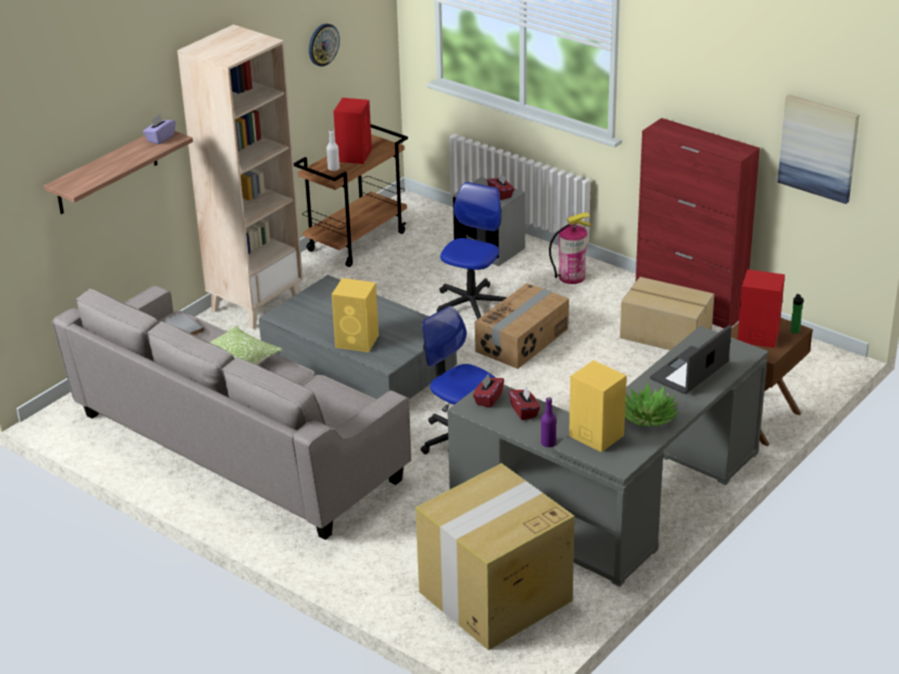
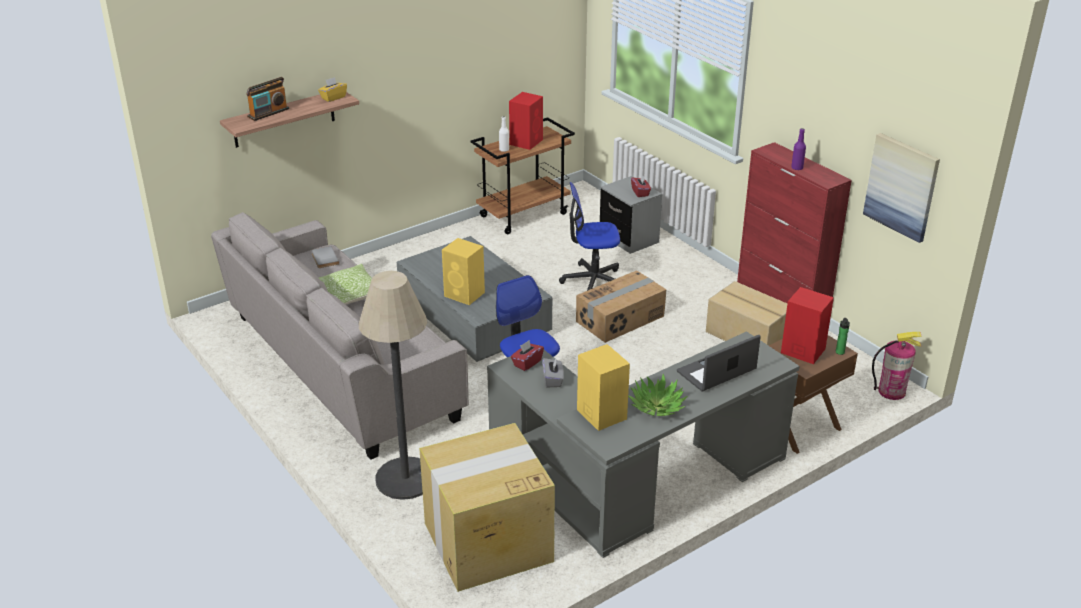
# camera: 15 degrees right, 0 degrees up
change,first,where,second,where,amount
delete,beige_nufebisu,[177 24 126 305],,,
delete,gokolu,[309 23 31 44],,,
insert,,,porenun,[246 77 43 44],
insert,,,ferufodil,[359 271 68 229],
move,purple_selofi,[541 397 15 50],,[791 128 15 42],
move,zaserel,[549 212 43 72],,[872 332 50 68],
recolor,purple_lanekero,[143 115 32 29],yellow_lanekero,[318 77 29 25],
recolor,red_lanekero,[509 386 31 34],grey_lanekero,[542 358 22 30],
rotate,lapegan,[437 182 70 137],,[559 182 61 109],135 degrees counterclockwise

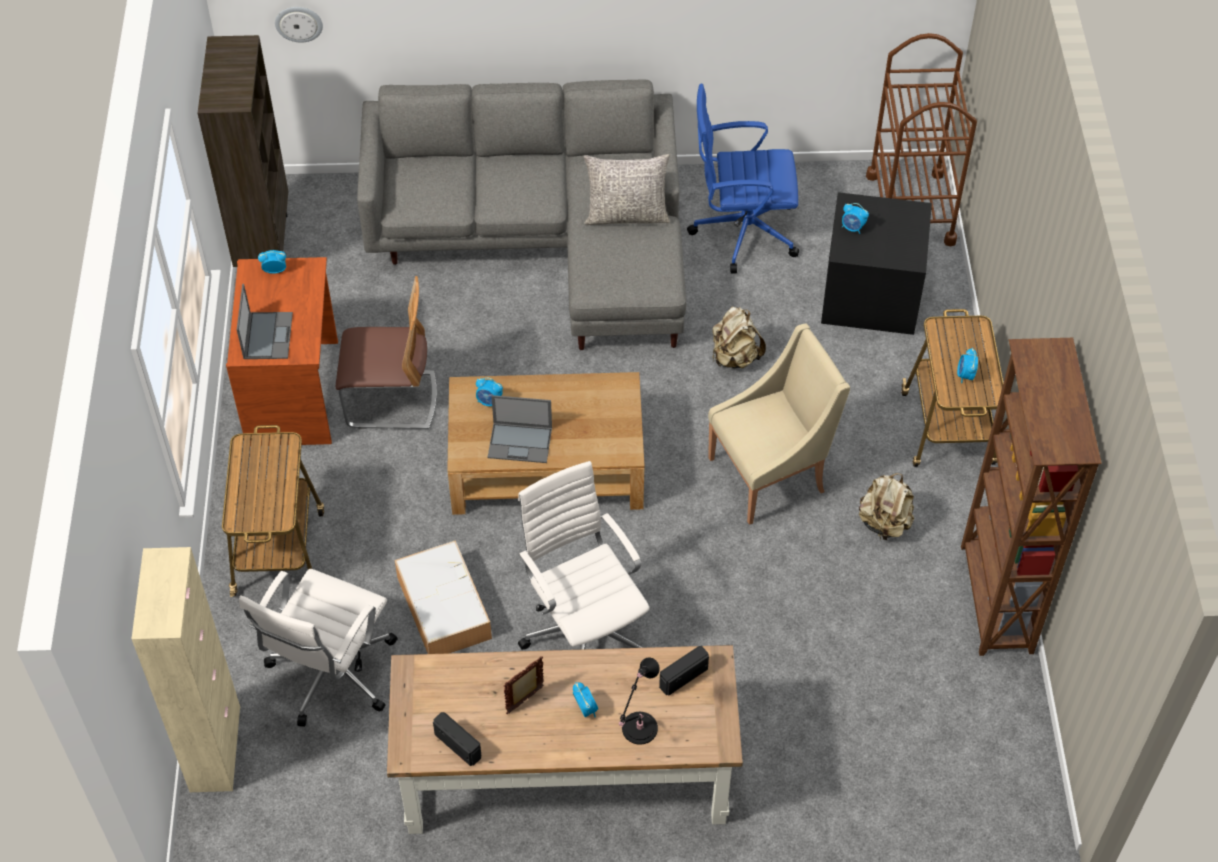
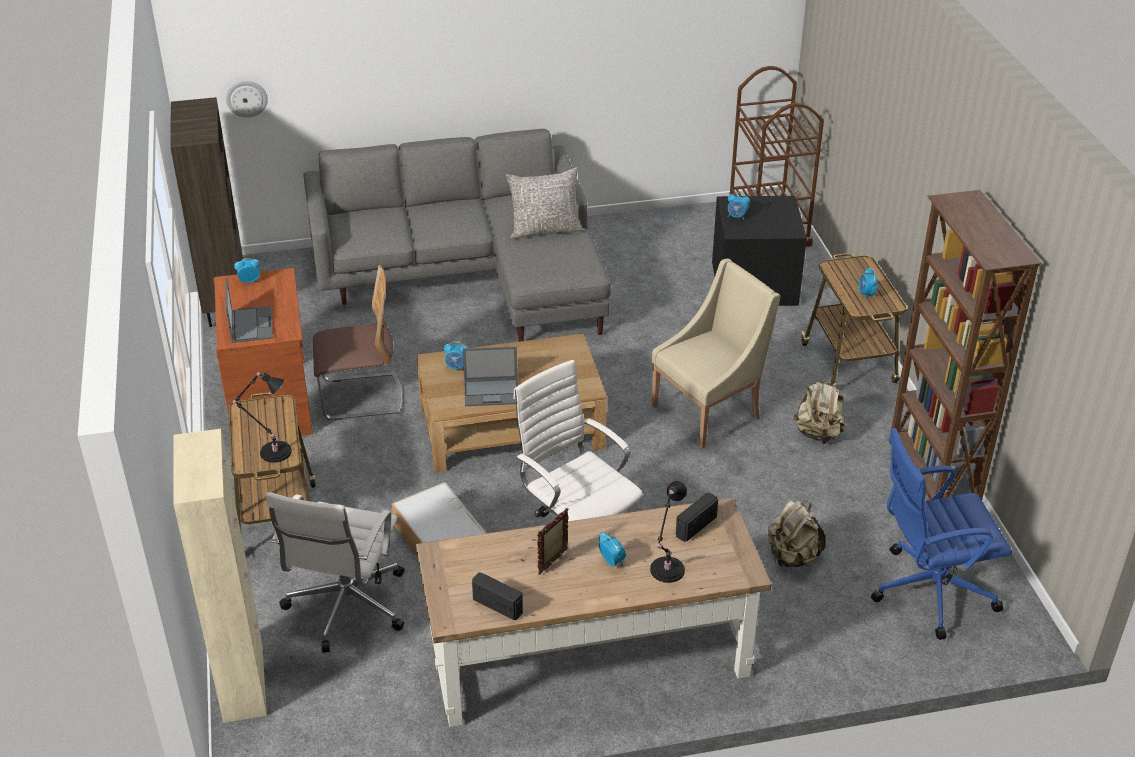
# camera: 10 degrees left, 15 degrees down
change,first,where,second,where,amount
insert,,,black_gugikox,[233 372 59 91],
move,blue_lapegan,[687 84 112 190],,[871 428 141 212],
move,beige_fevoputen,[712 307 54 62],,[768 500 58 67],

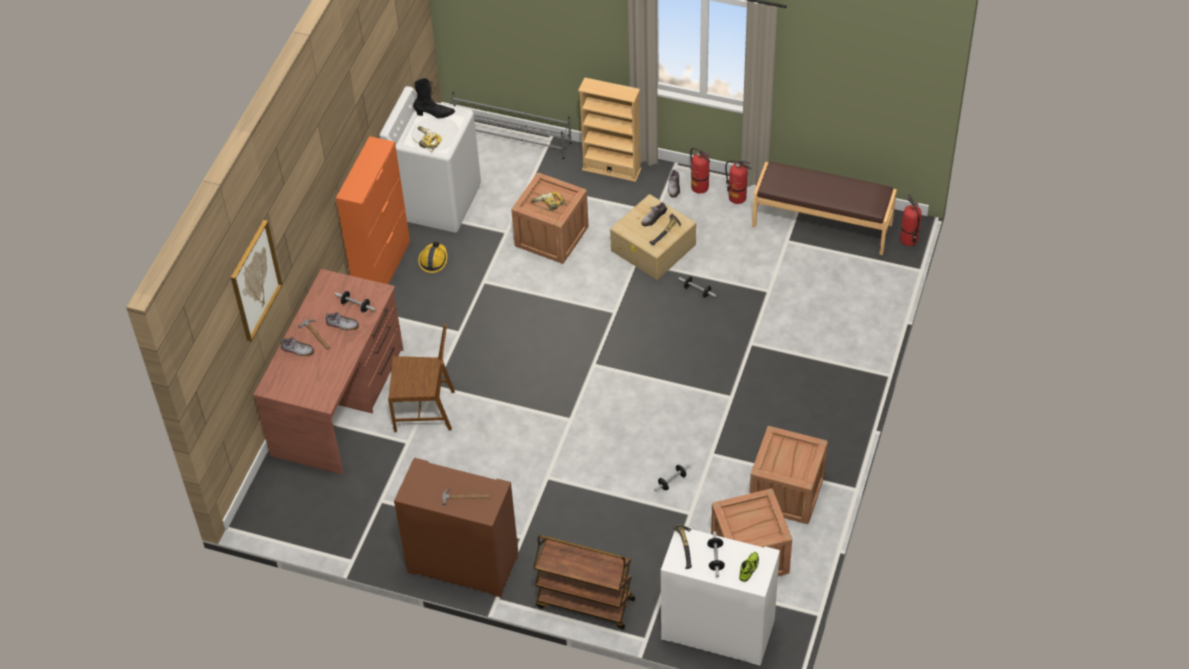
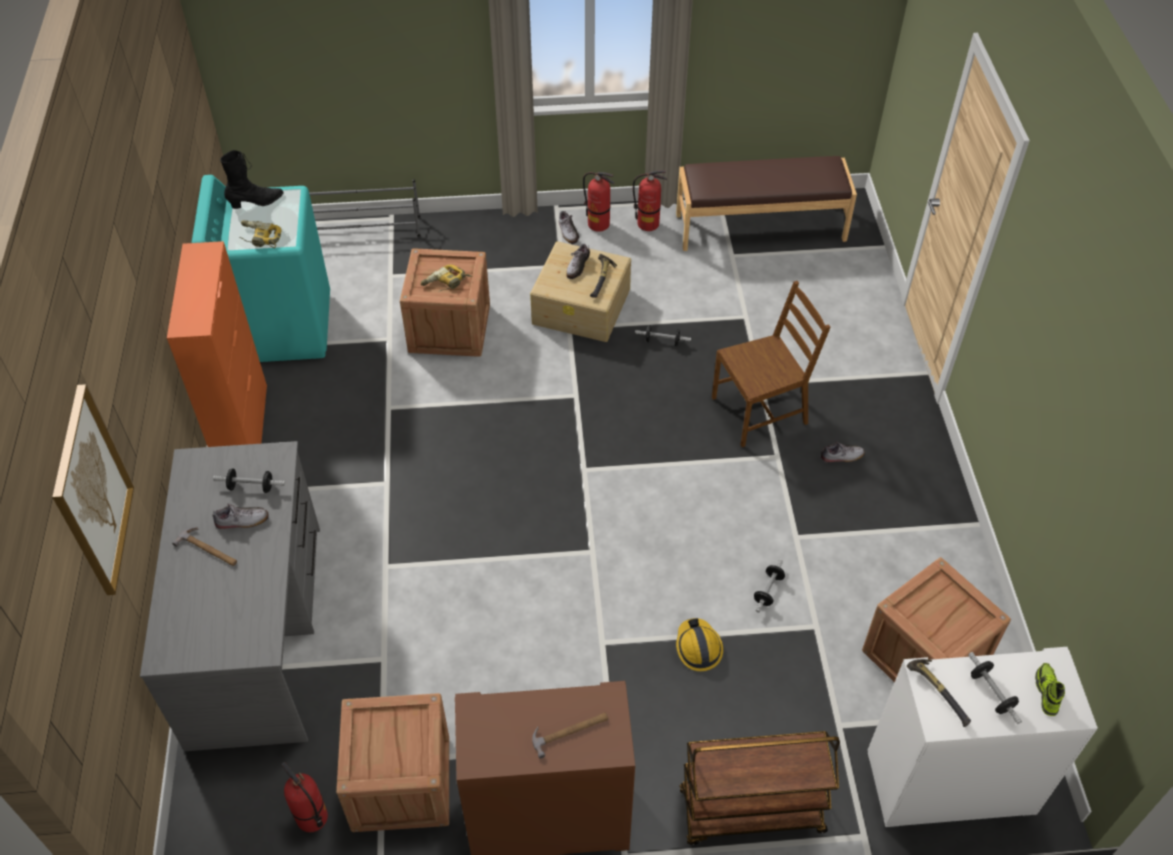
# camera: 25 degrees left, 0 degrees up
change,first,where,second,where,amount
delete,beige_nufebisu,[578 77 63 105],,,
move,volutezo,[281 337 33 19],,[820 441 45 21],
move,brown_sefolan,[388 324 67 108],,[712 281 119 166],
move,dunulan,[418 242 30 31],,[676 618 47 53],
move,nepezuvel,[750 426 78 98],,[336 693 113 139],
move,zaserel,[900 194 22 52],,[282 762 46 70],
recolor,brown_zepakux,[253 269 151 206],grey_zepakux,[140 441 180 310],
recolor,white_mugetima,[379 86 102 147],turquoise_mugetima,[192 175 138 187],

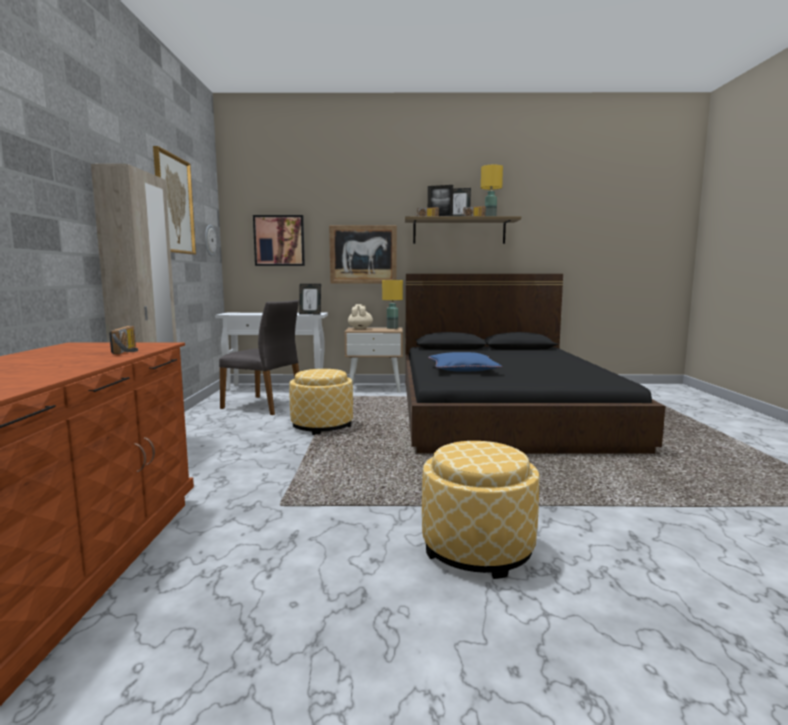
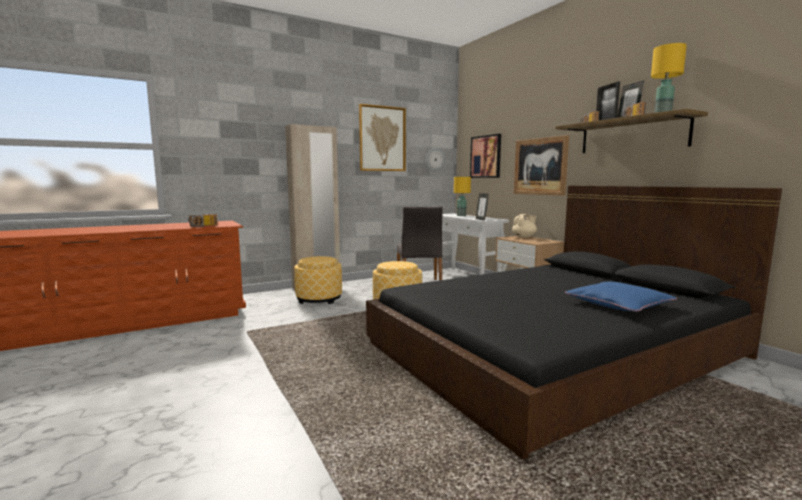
# camera: 60 degrees right, 0 degrees up
change,first,where,second,where,amount
move,yellow_gugikox,[382 280 21 49],,[454 177 17 39],
move,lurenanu,[422 441 117 138],,[294 256 48 48],
move,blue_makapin,[428 352 74 20],,[565 281 112 31],

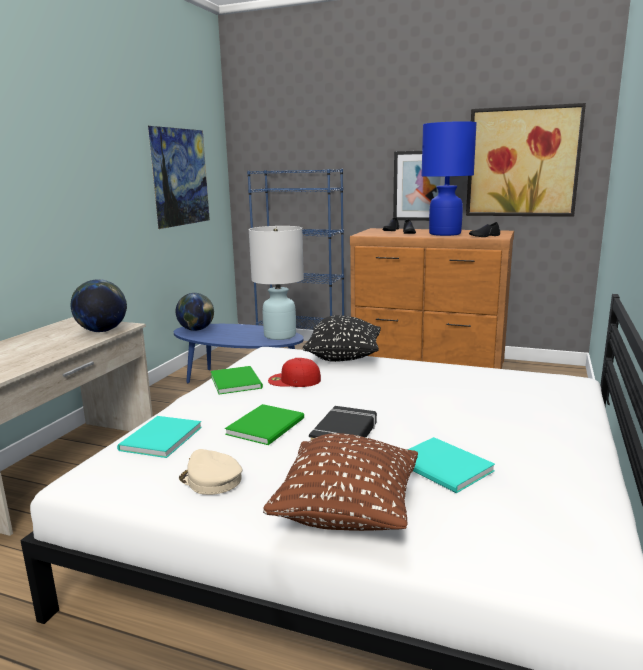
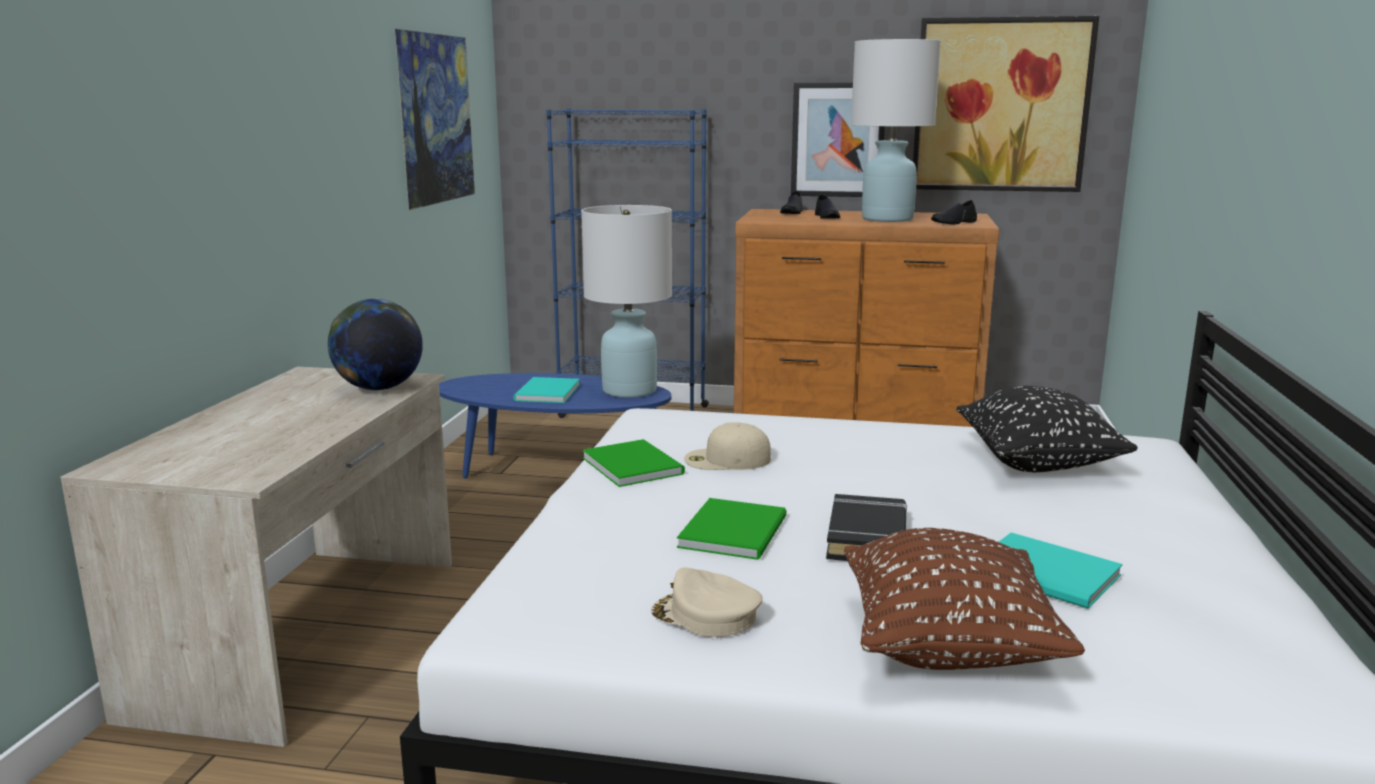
# camera: 10 degrees left, 0 degrees up
change,first,where,second,where,amount
delete,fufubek,[175 293 39 38],,,
move,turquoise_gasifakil,[117 416 85 42],,[513 377 67 26],
move,black_makapin,[303 315 78 47],,[956 386 182 86],
recolor,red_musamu,[268 358 53 29],beige_musamu,[684 422 87 48],
recolor,blue_gugikox,[421 121 56 115],white_gugikox,[851 39 90 183],

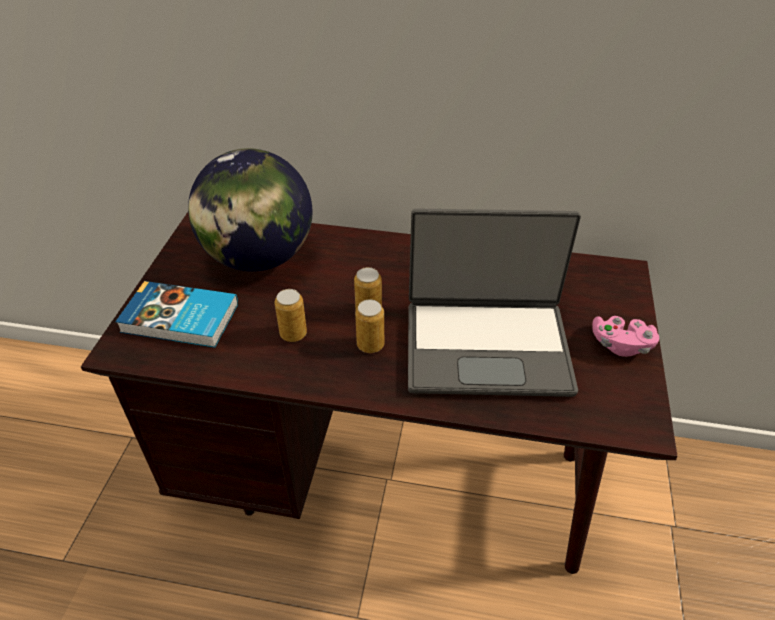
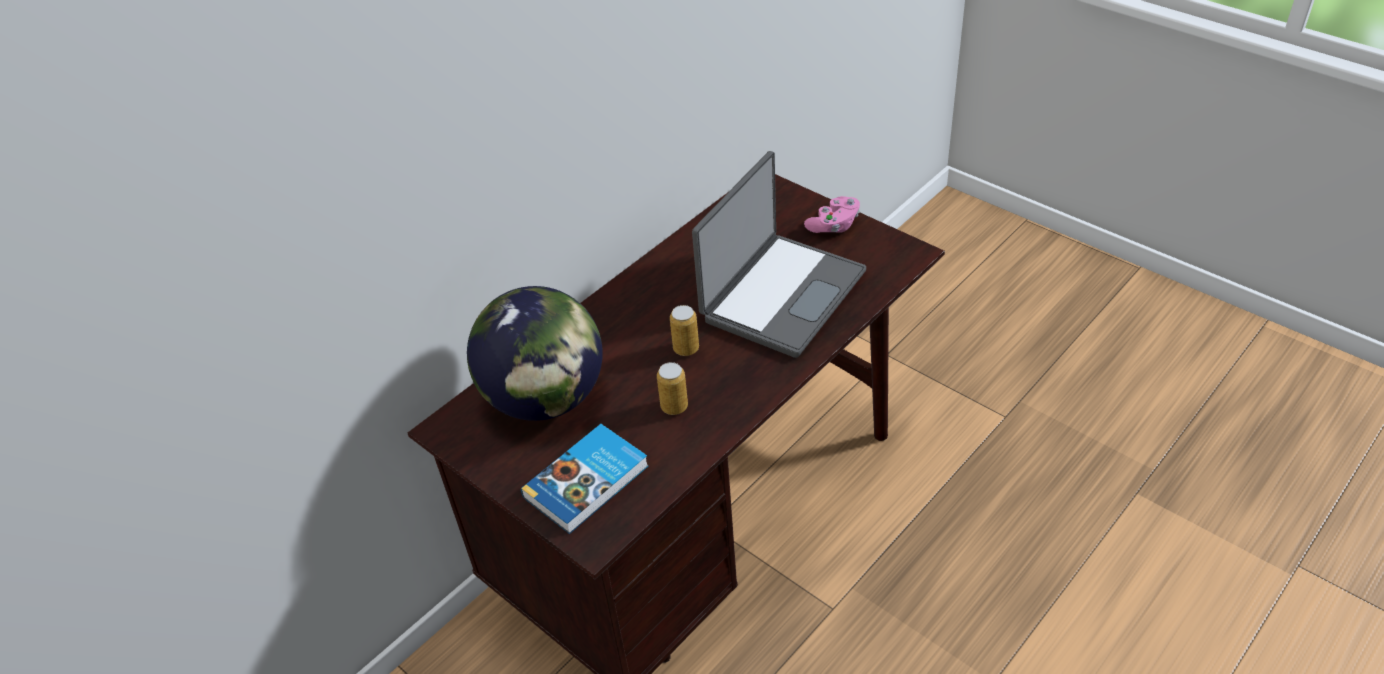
# camera: 55 degrees left, 0 degrees up
change,first,where,second,where,amount
delete,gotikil,[355 299 29 54],,,

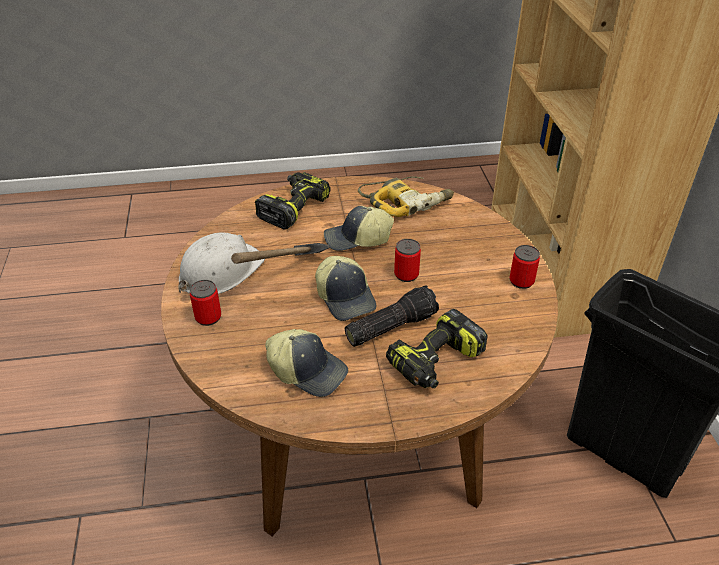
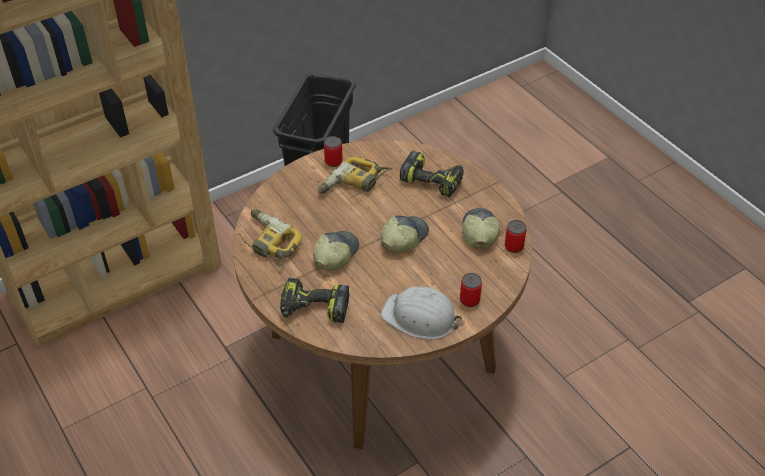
# camera: 115 degrees left, 5 degrees up
change,first,where,second,where,amount
delete,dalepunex,[231 243 99 21],,,
delete,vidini,[345 285 94 62],,,
insert,,,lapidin,[318 157 74 42],
move,gotikil,[394 239 27 43],,[505 220 21 33],
rotate,musamu,[324 206 70 45],,[313 231 46 40],120 degrees counterclockwise

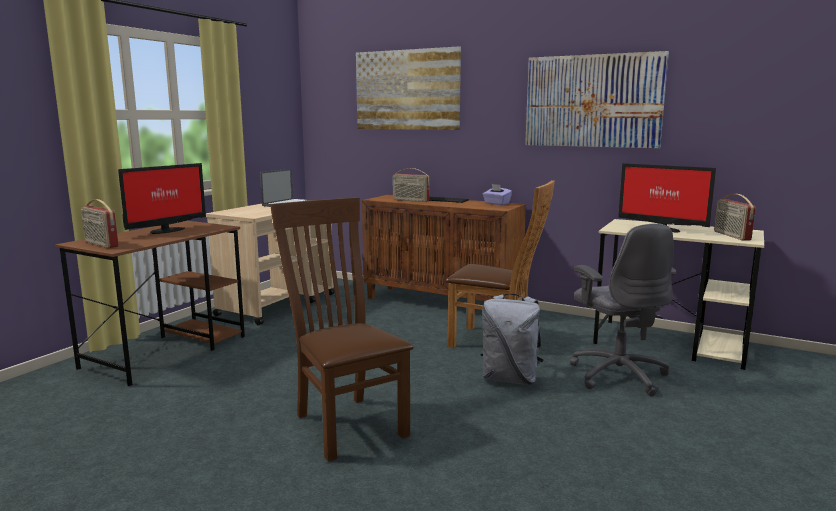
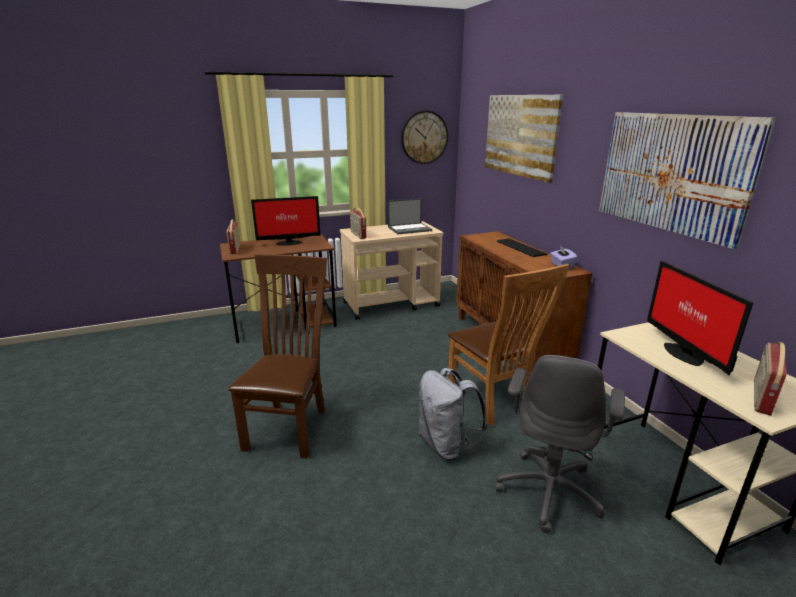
# camera: 40 degrees right, 10 degrees up
change,first,where,second,where,amount
insert,,,gokolu,[401 110 47 54],
move,porenun,[393 168 36 34],,[350 207 16 32],

